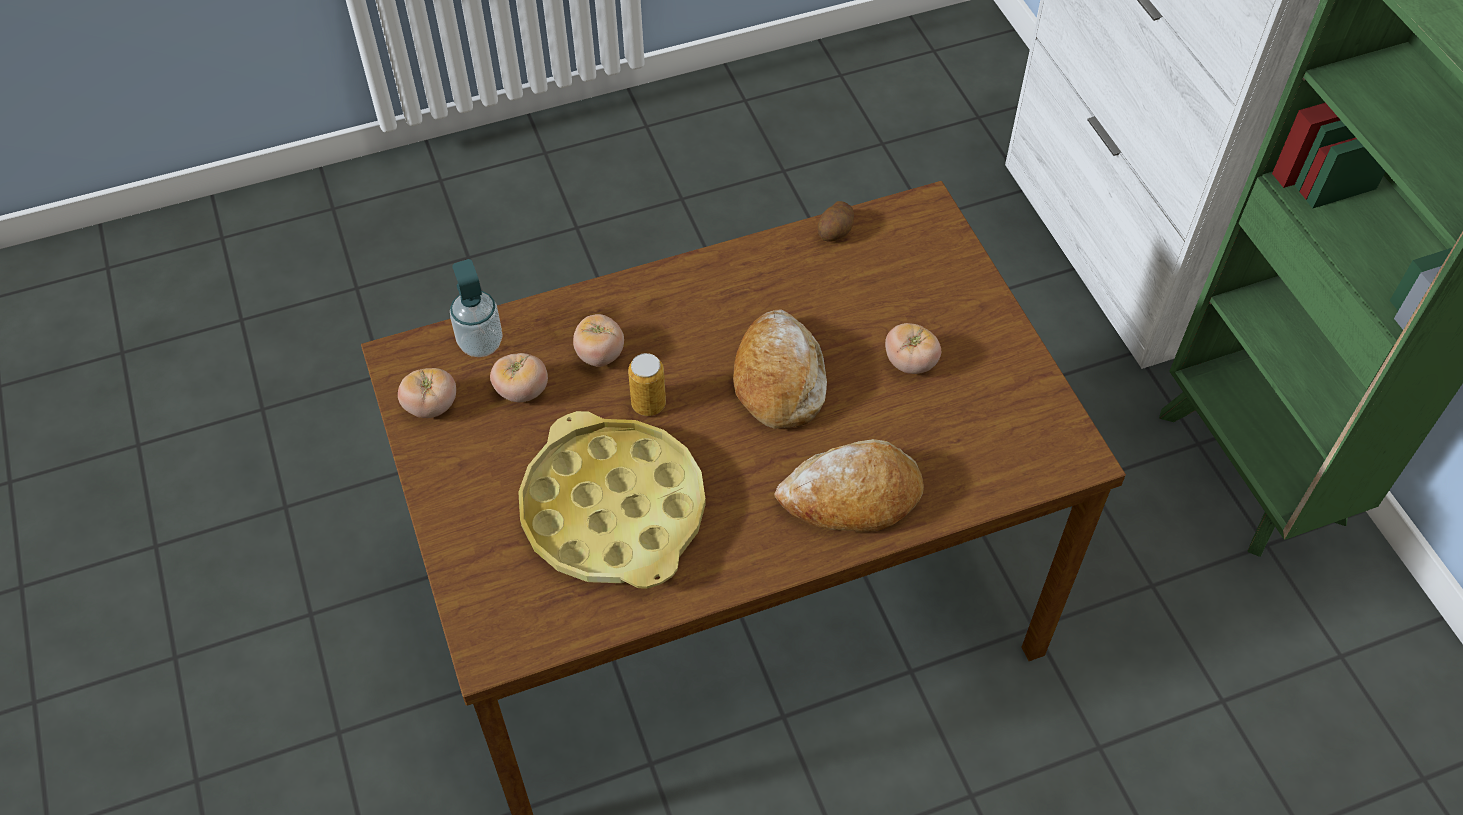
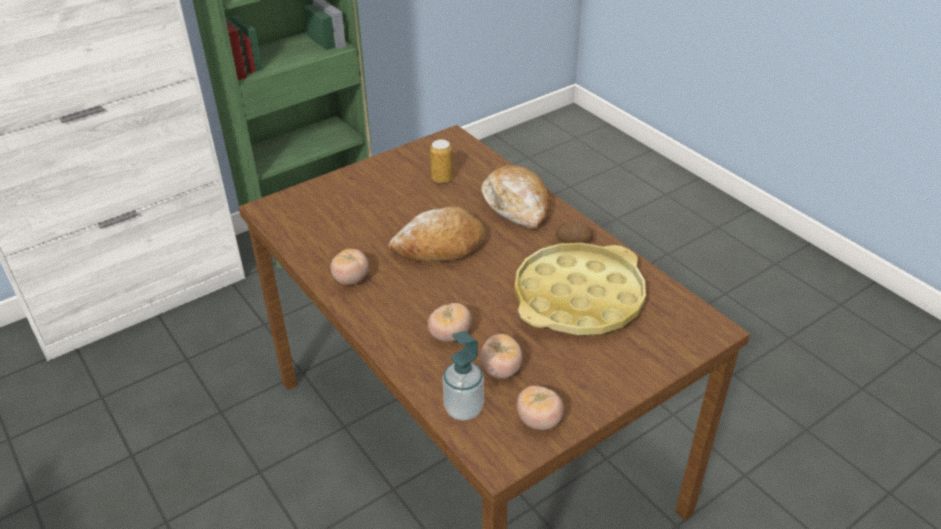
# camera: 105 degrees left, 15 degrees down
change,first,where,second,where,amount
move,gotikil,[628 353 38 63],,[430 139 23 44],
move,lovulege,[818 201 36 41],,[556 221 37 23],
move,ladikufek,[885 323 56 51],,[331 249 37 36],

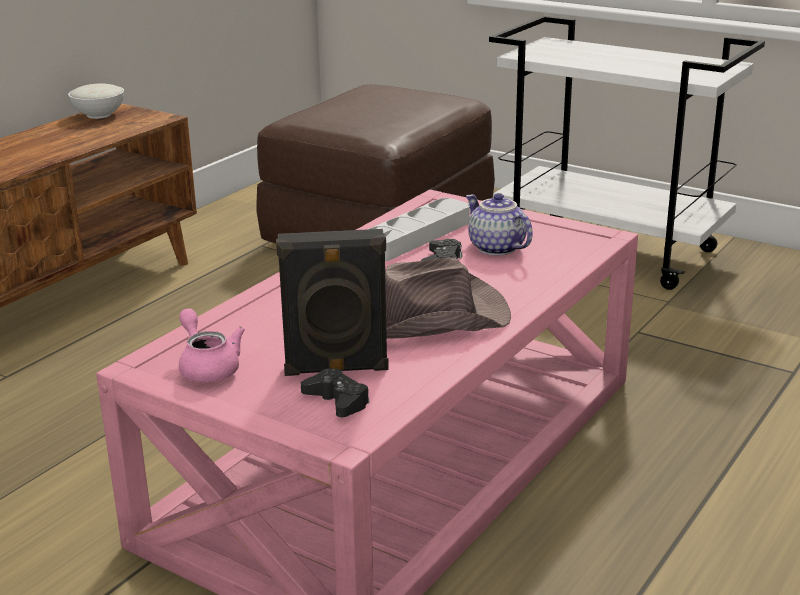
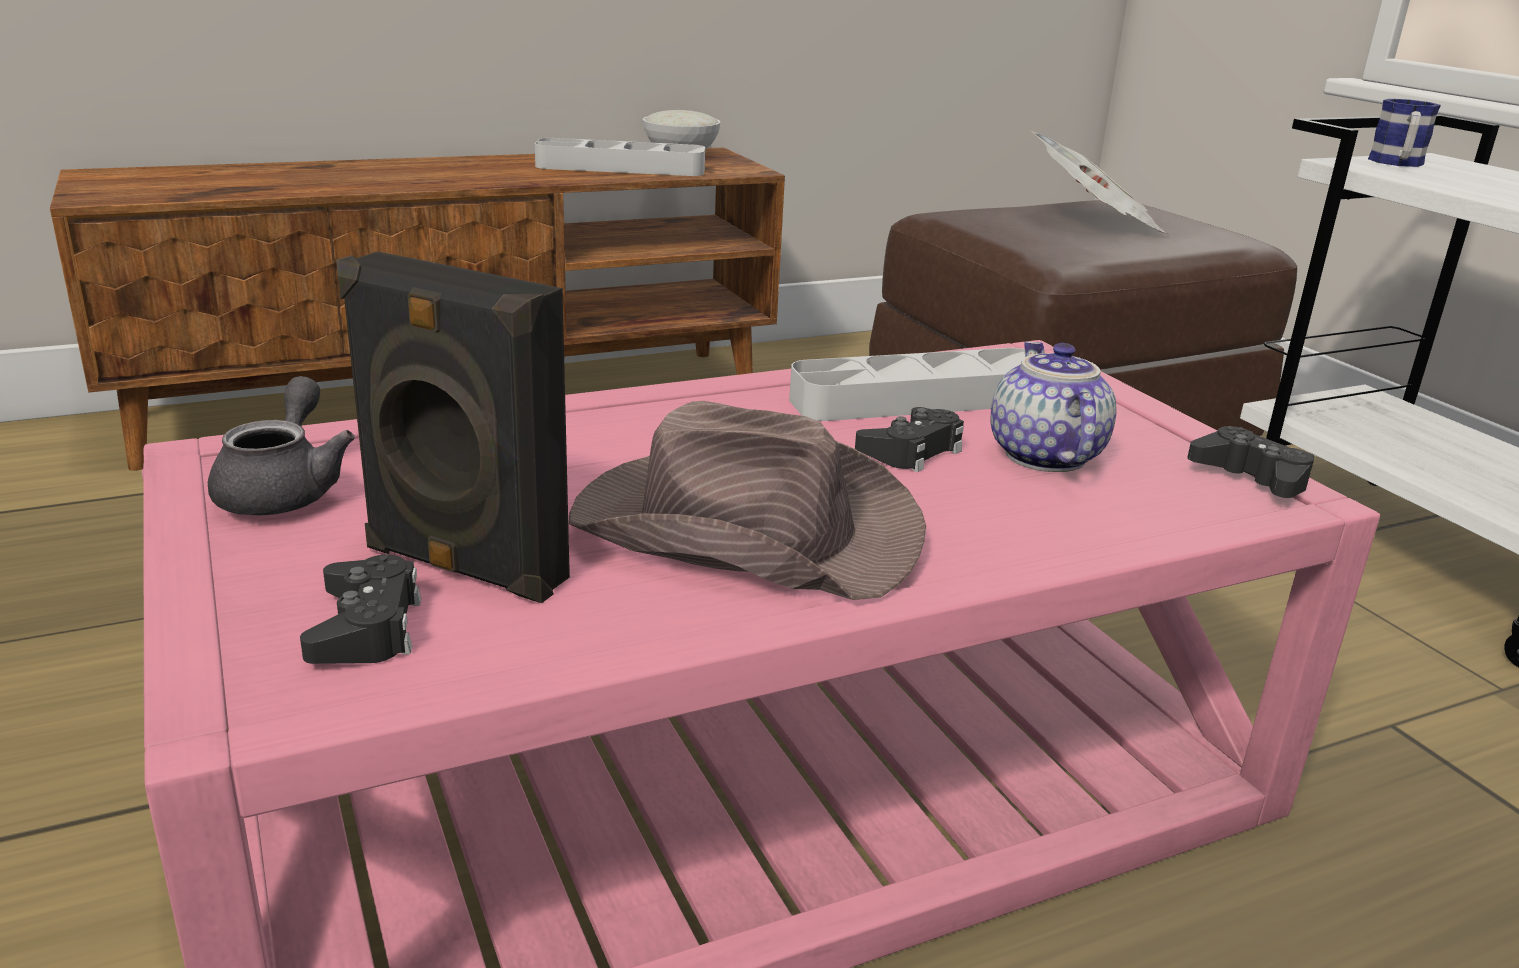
# camera: 30 degrees right, 0 degrees up
change,first,where,second,where,amount
insert,,,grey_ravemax,[535 138 170 38],
insert,,,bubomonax,[1031 131 136 103],
insert,,,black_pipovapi,[1187 426 127 72],
insert,,,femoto,[1368 99 73 68],
recolor,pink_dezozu,[179 308 66 74],grey_dezozu,[208 376 147 140],

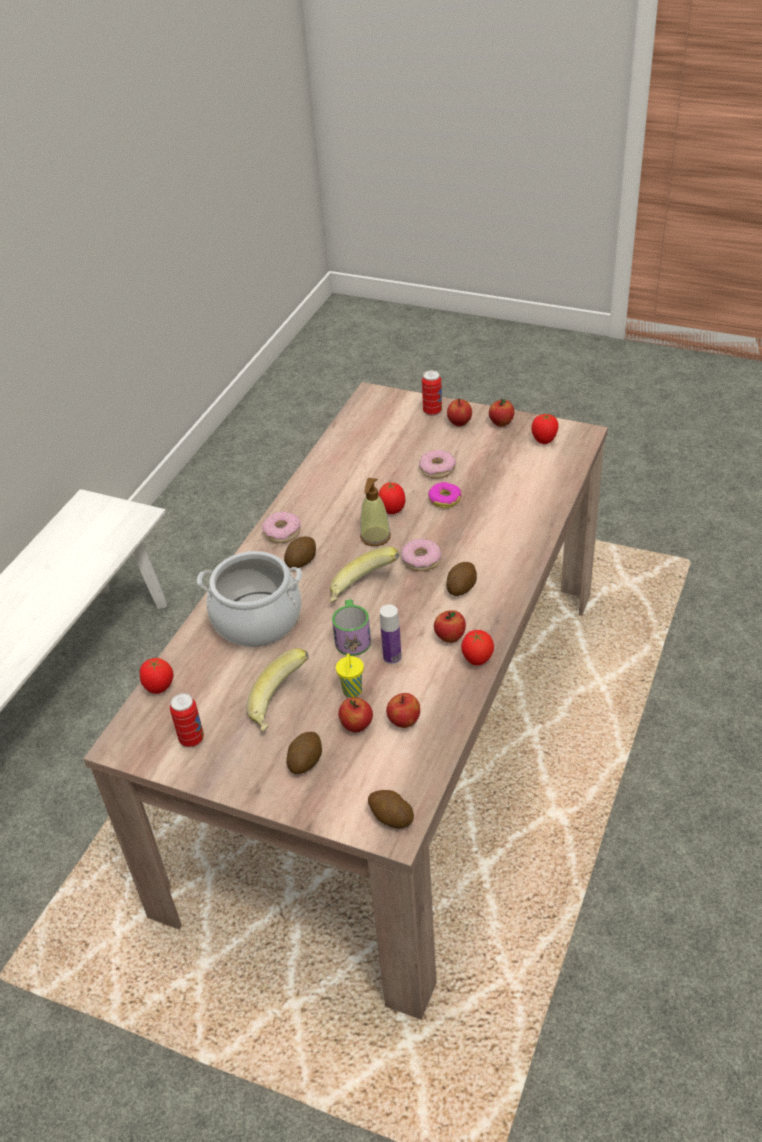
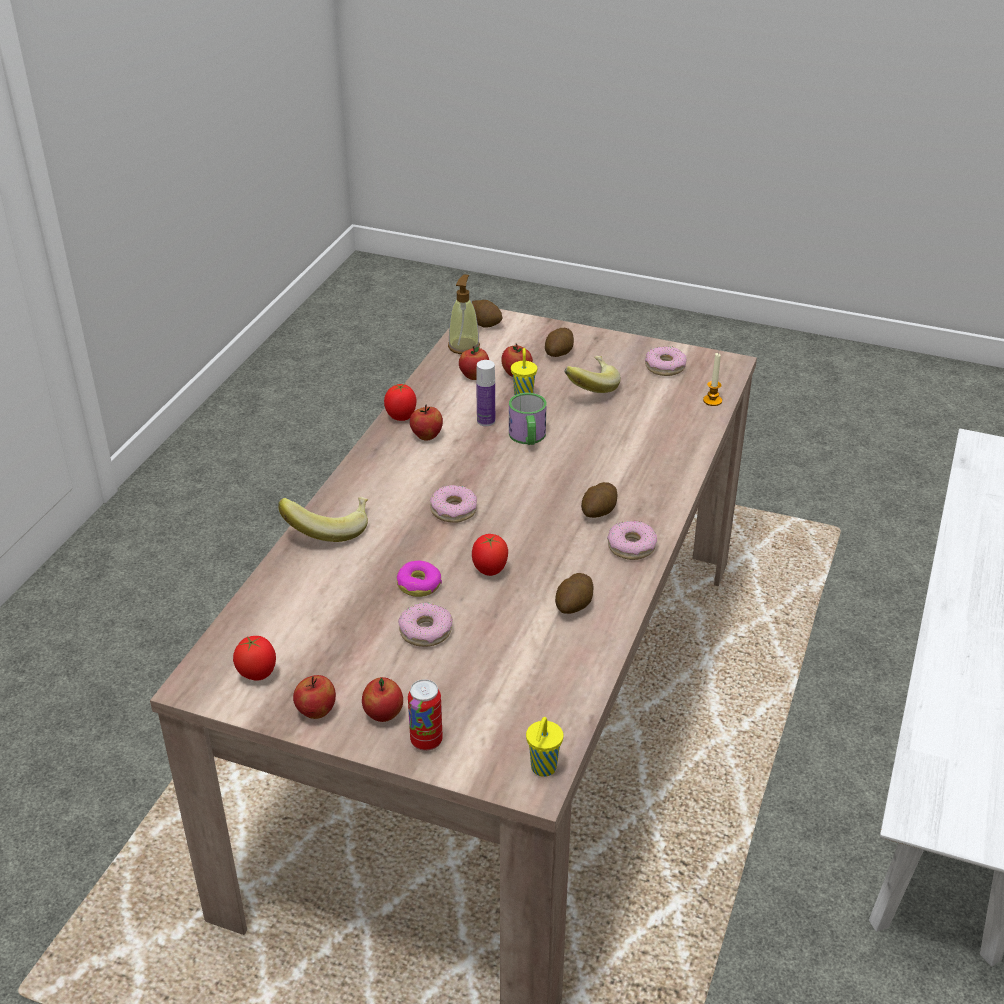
# camera: 175 degrees right, 5 degrees down
change,first,where,second,where,amount
delete,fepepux,[197 551 105 96],,,
insert,,,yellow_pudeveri,[526 717 37 60],
move,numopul,[329 547 70 55],,[278 497 90 45],
move,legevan,[360 478 31 68],,[448 275 32 79],
move,lovulege,[446 562 31 34],,[555 573 38 41],
replace,ladikufek,[140 658 33 36],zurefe,[703 353 19 53],
replace,gotikil,[170 693 34 54],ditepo,[645 346 42 30],

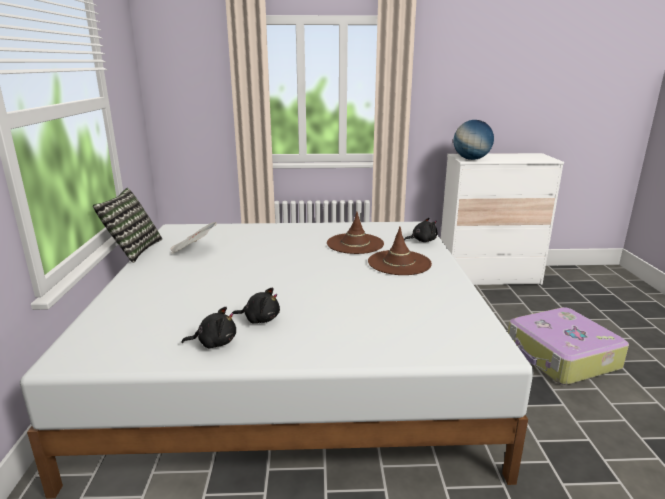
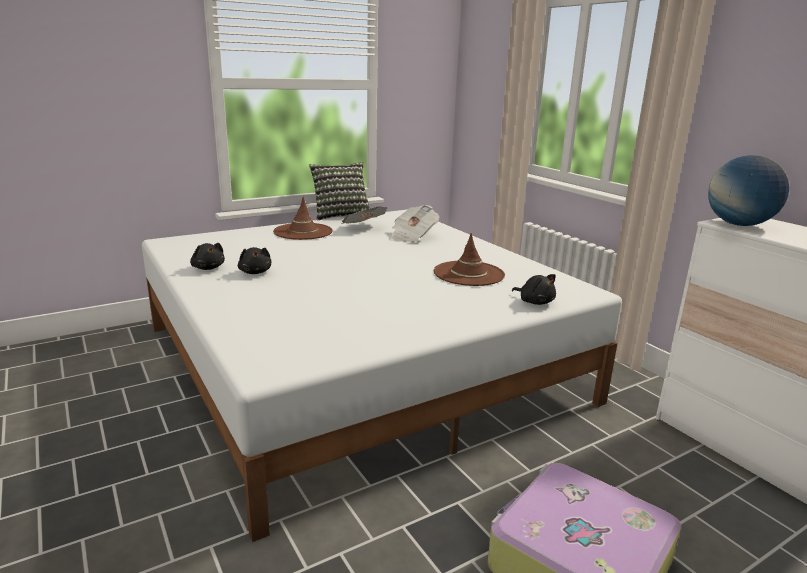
# camera: 60 degrees right, 0 degrees up
change,first,where,second,where,amount
insert,,,bubomonax,[389 205 50 37],
move,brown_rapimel,[368 226 64 49],,[273 197 60 43],

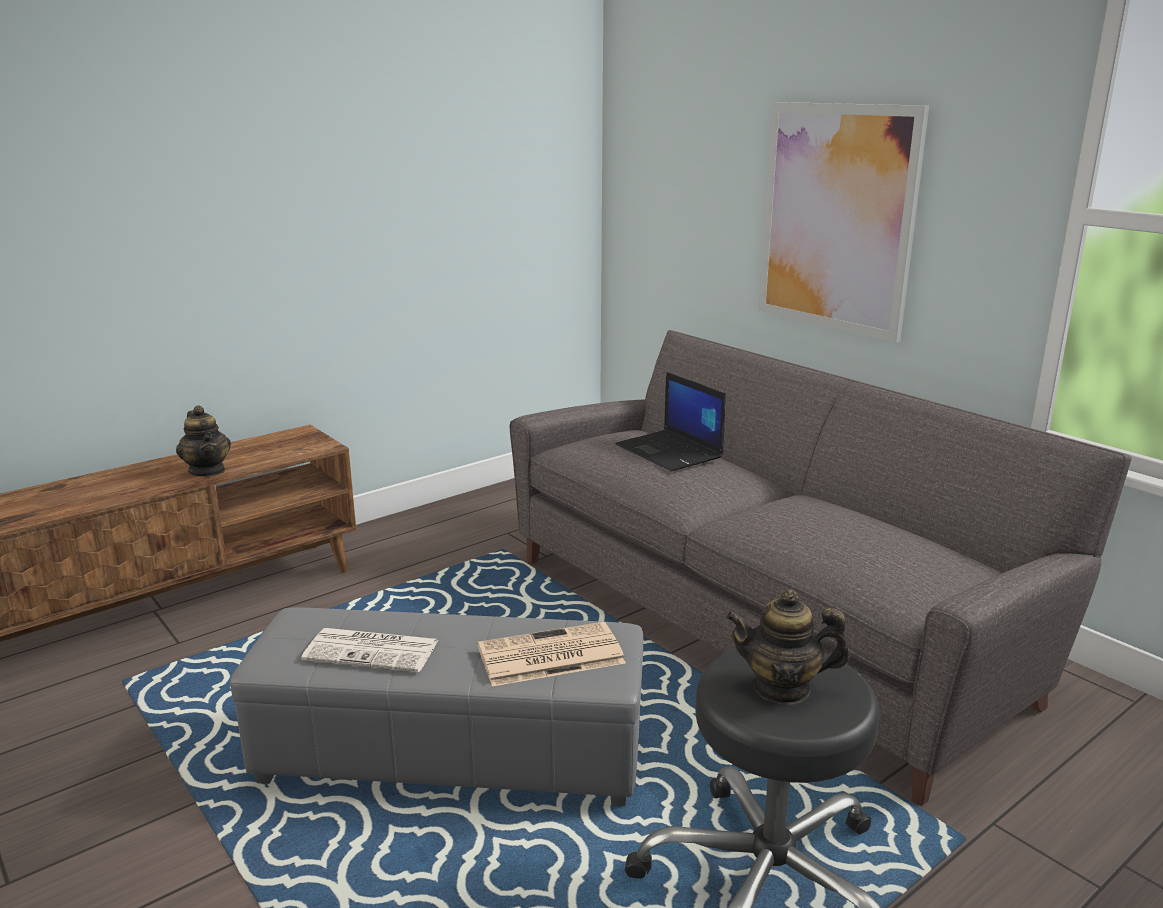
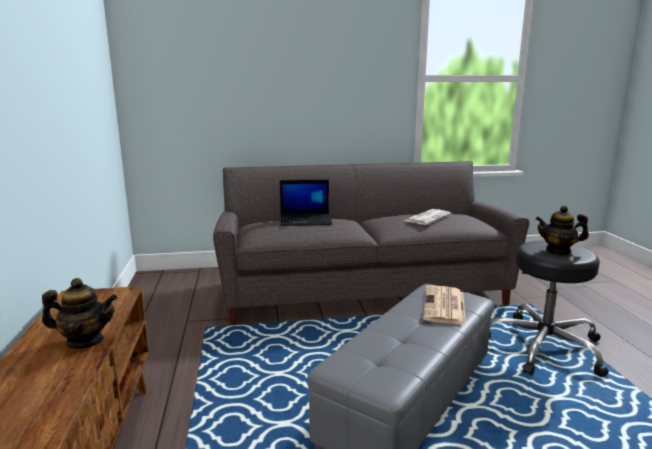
# camera: 60 degrees left, 5 degrees down
change,first,where,second,where,amount
delete,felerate,[758 102 171 240],,,
move,bubomonax,[301 628 138 44],,[405 209 46 16],
rotate,dezozu,[726 589 124 115],,[536 206 53 49],60 degrees clockwise

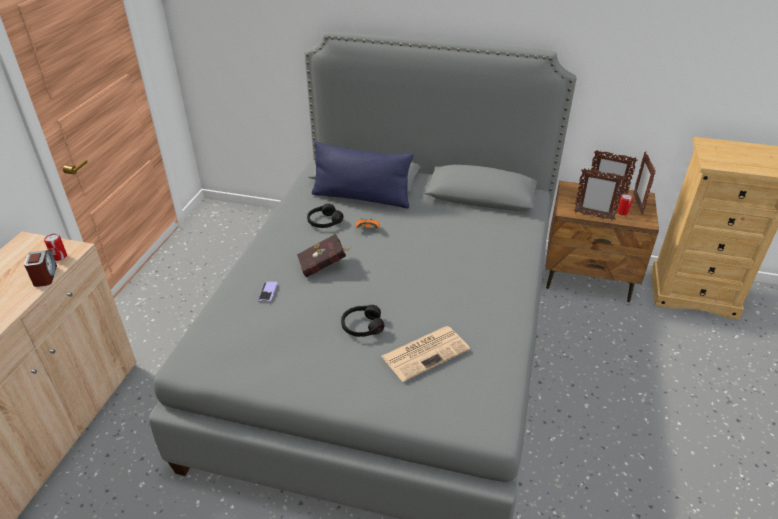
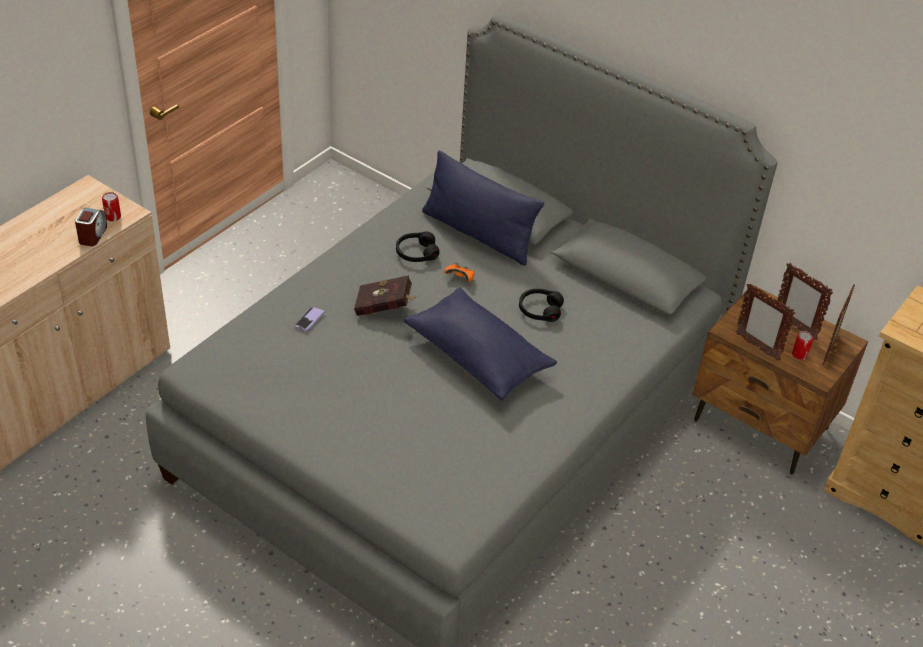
# camera: 20 degrees right, 5 degrees up
change,first,where,second,where,amount
delete,bubomonax,[381 326 89 56],,,
insert,,,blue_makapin,[404 287 153 114],
move,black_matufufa,[341 305 43 32],,[519 288 45 34],

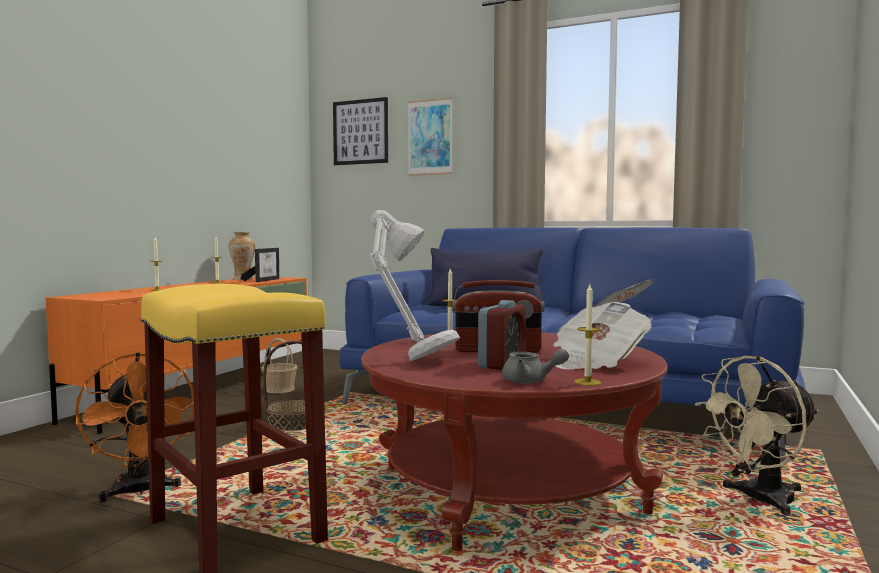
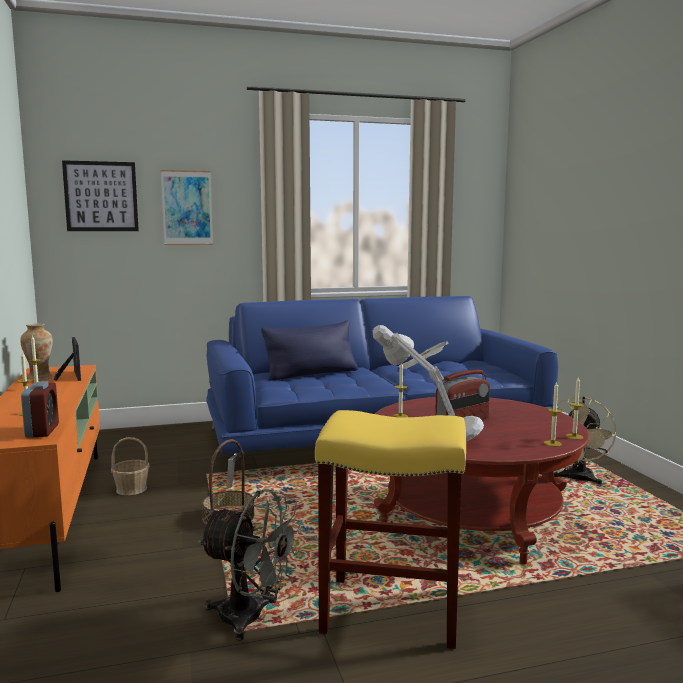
# camera: 40 degrees left, 5 degrees up
change,first,where,second,where,amount
delete,bubomonax,[553 302 98 68],,,
move,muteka,[478 300 48 70],,[21 381 38 57],
replace,grey_dezozu,[502 349 67 34],zurefe,[544 381 18 66],
recolor,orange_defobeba,[75 352 119 150],grey_defobeba,[198 489 104 152],

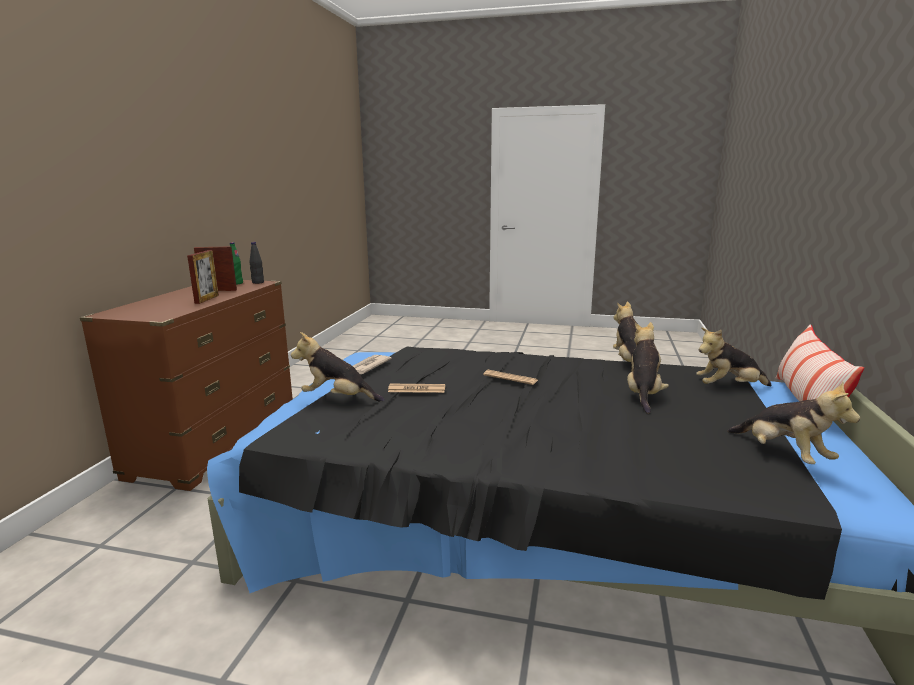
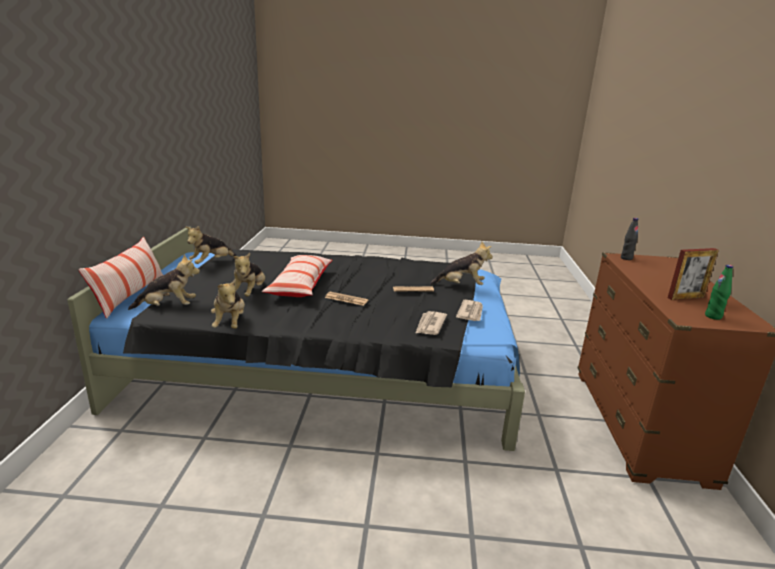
# camera: 170 degrees right, 5 degrees up
change,first,where,second,where,amount
delete,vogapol,[187 250 32 54],,,
insert,,,makapin,[262 255 71 42],
insert,,,bubomonax,[415 311 32 24],
move,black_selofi,[249 242 15 42],,[621 218 17 42],
rotate,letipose,[727 381 133 83],,[186 226 50 38],105 degrees counterclockwise

